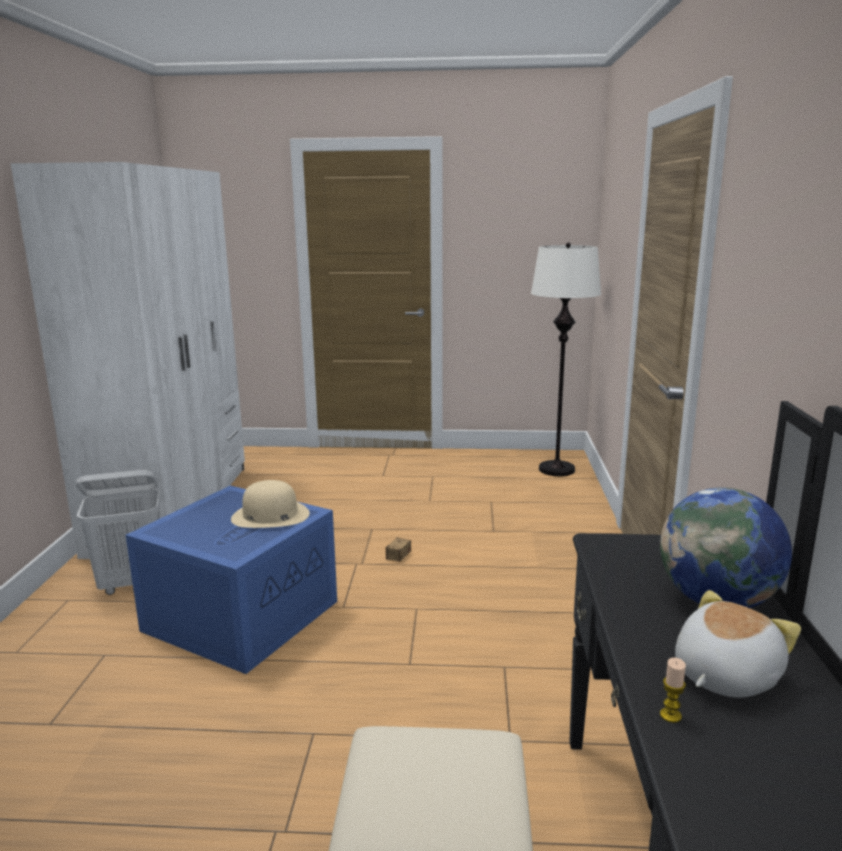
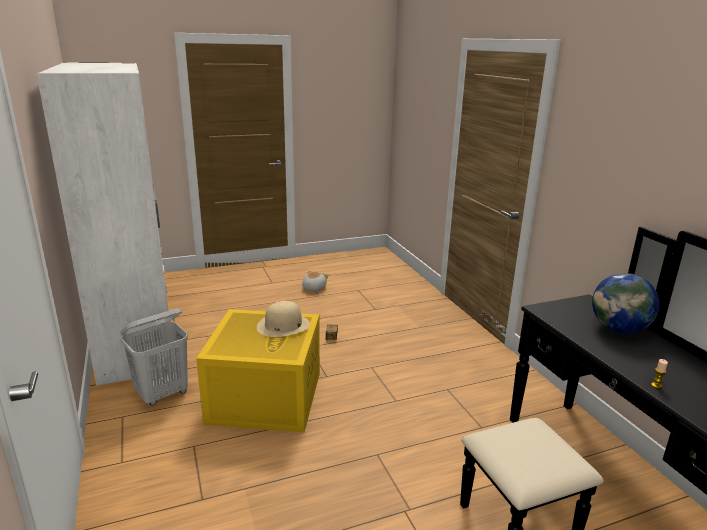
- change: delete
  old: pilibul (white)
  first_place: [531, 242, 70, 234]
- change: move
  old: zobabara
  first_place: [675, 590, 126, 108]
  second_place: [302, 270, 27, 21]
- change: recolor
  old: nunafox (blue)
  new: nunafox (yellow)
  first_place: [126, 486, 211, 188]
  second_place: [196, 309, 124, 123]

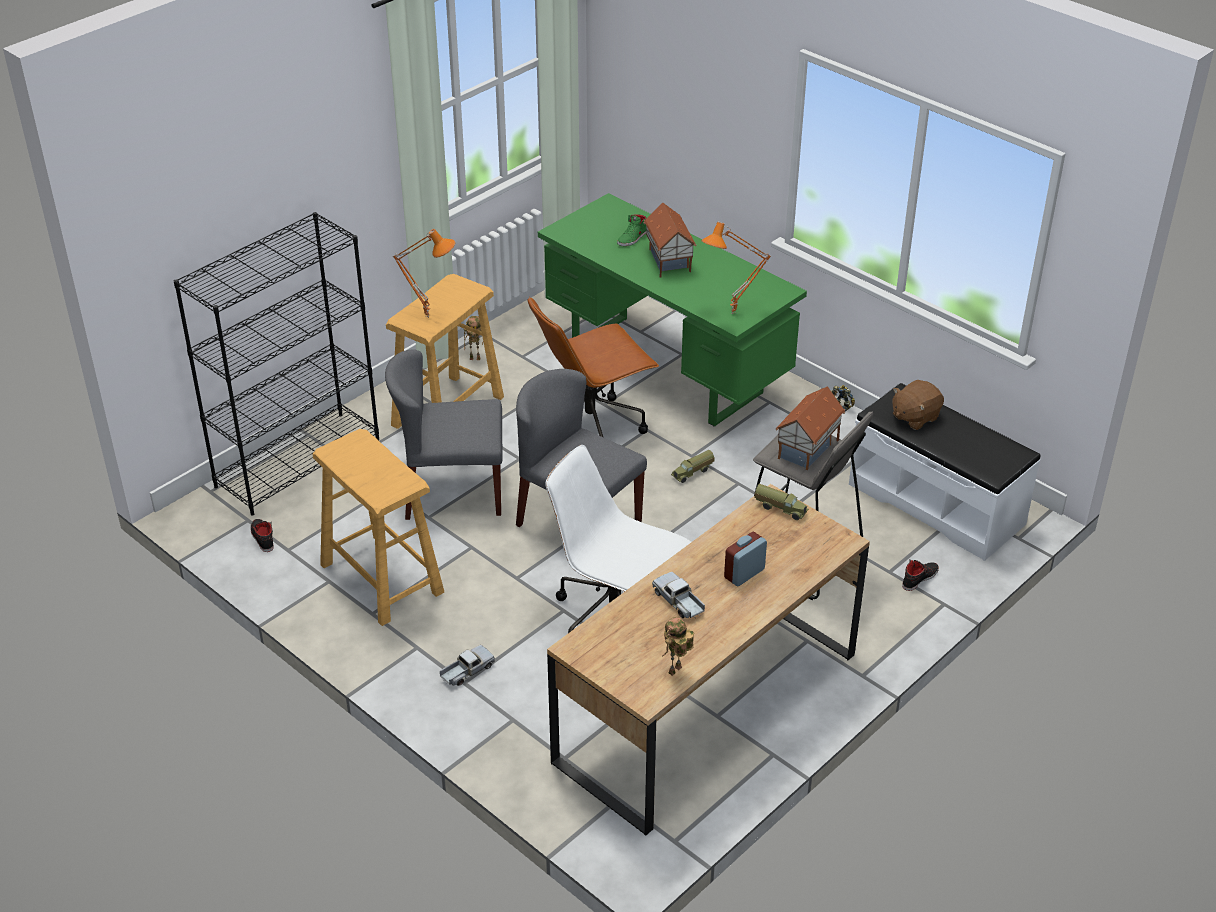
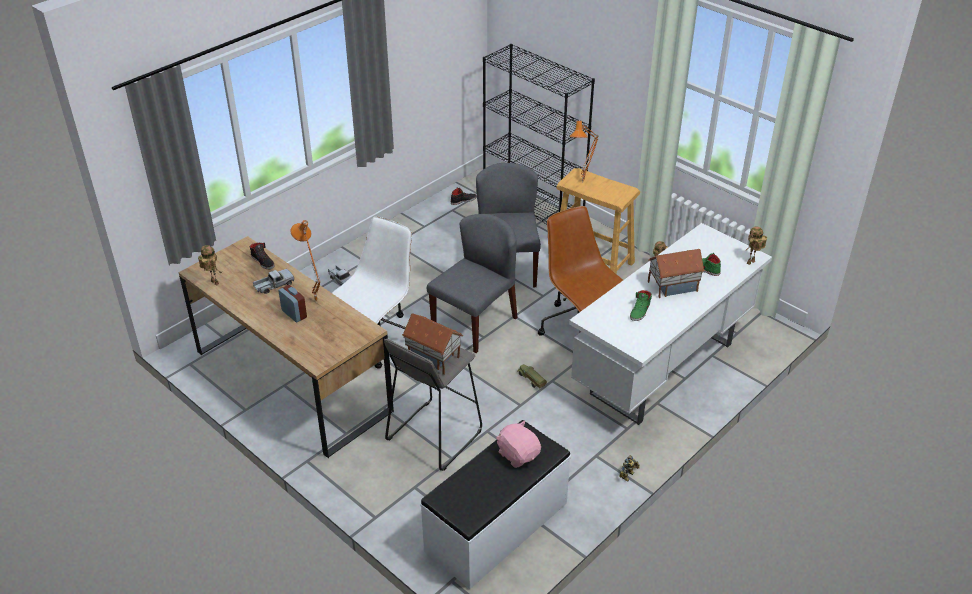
- change: delete
  old: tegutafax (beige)
  first_place: [312, 429, 132, 197]
- change: delete
  old: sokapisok
  first_place: [754, 484, 54, 36]
- change: insert
  new: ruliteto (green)
  second_place: [630, 290, 22, 31]
- change: insert
  new: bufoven
  second_place: [745, 226, 22, 39]
- change: move
  old: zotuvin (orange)
  first_place: [702, 222, 69, 92]
  second_place: [290, 220, 30, 83]
- change: move
  old: ruliteto (black)
  first_place: [902, 560, 37, 31]
  second_place: [250, 243, 24, 26]
- change: recolor
  old: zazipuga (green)
  new: zazipuga (white)
  first_place: [538, 193, 269, 234]
  second_place: [569, 223, 203, 202]
- change: recolor
  old: zobabara (brown)
  new: zobabara (pink)
  first_place: [892, 380, 52, 50]
  second_place: [496, 420, 45, 48]

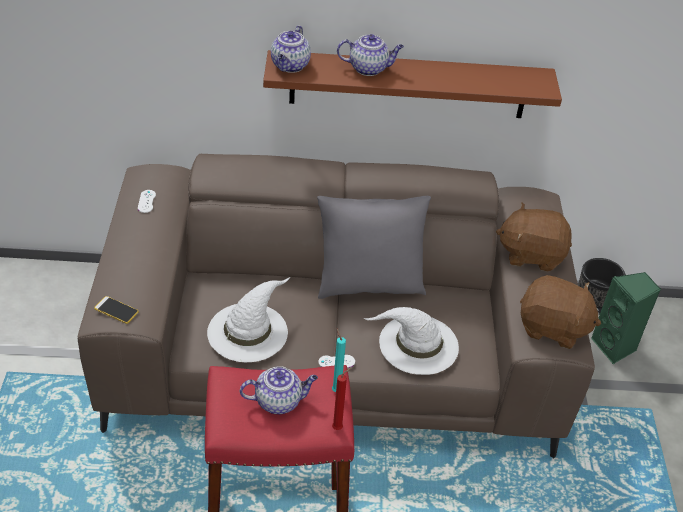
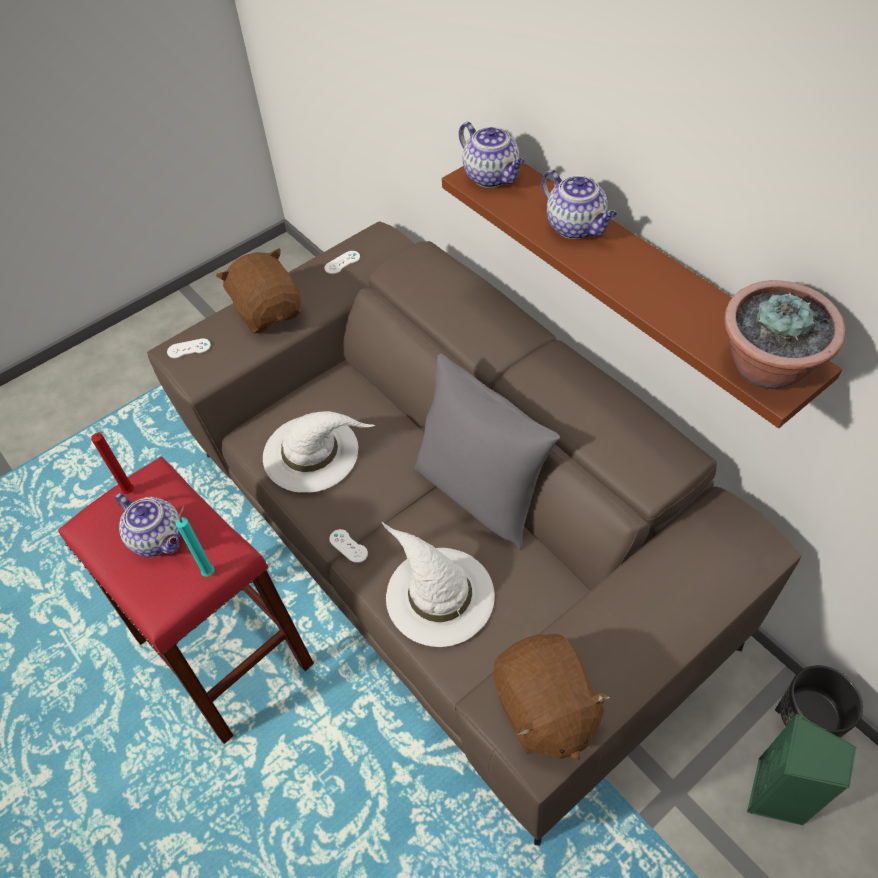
- change: insert
  new: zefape
  second_place: [724, 280, 122, 109]
- change: move
  old: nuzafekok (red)
  first_place: [332, 368, 19, 62]
  second_place: [91, 432, 43, 62]
- change: move
  old: zobabara (brown)
  first_place: [496, 202, 76, 70]
  second_place: [216, 248, 85, 86]
- change: replace
  old: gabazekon
  new: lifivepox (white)
  first_place: [94, 296, 45, 28]
  second_place: [167, 338, 44, 20]
- change: rotate
  old: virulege
  first_place: [271, 25, 40, 48]
  second_place: [459, 122, 66, 66]
  degrees: -105

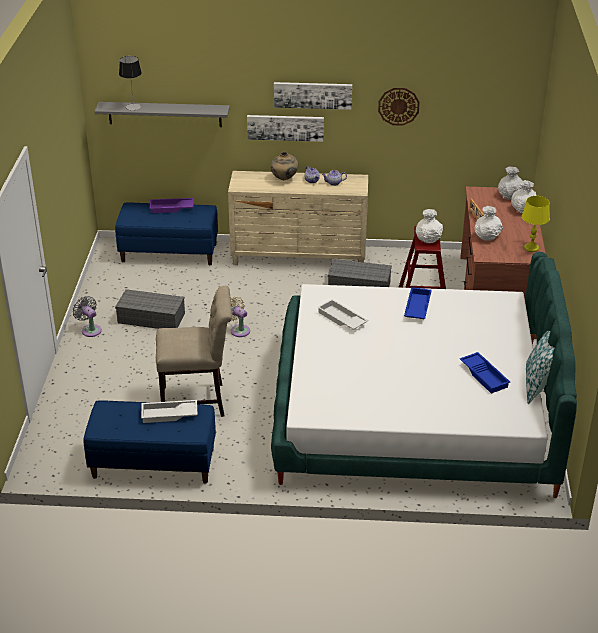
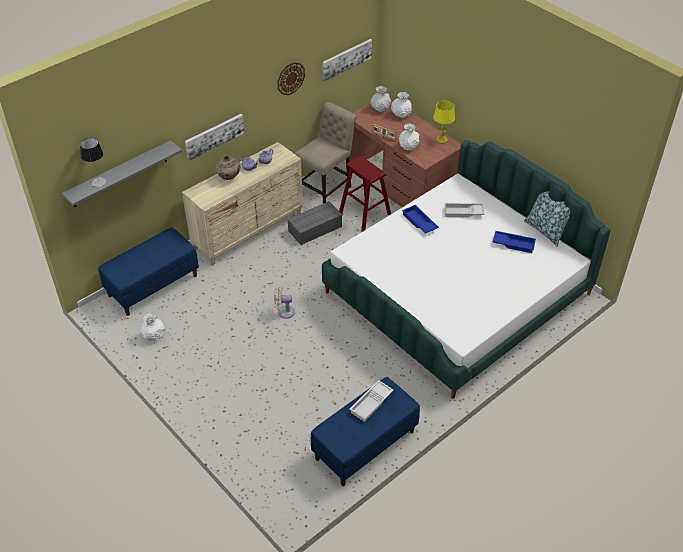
- change: delete
  old: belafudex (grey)
  first_place: [73, 296, 29, 41]
- change: delete
  old: nunafox (grey)
  first_place: [115, 289, 70, 40]
- change: delete
  old: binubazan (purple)
  first_place: [150, 198, 43, 15]
- change: move
  old: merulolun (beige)
  first_place: [156, 286, 76, 131]
  second_place: [294, 102, 63, 101]
- change: move
  old: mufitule
  first_place: [274, 82, 78, 28]
  second_place: [322, 39, 50, 43]
- change: move
  old: binubazan (white)
  first_place: [317, 299, 51, 31]
  second_place: [444, 203, 41, 15]
- change: move
  old: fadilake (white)
  first_place: [416, 209, 27, 34]
  second_place: [141, 313, 24, 28]

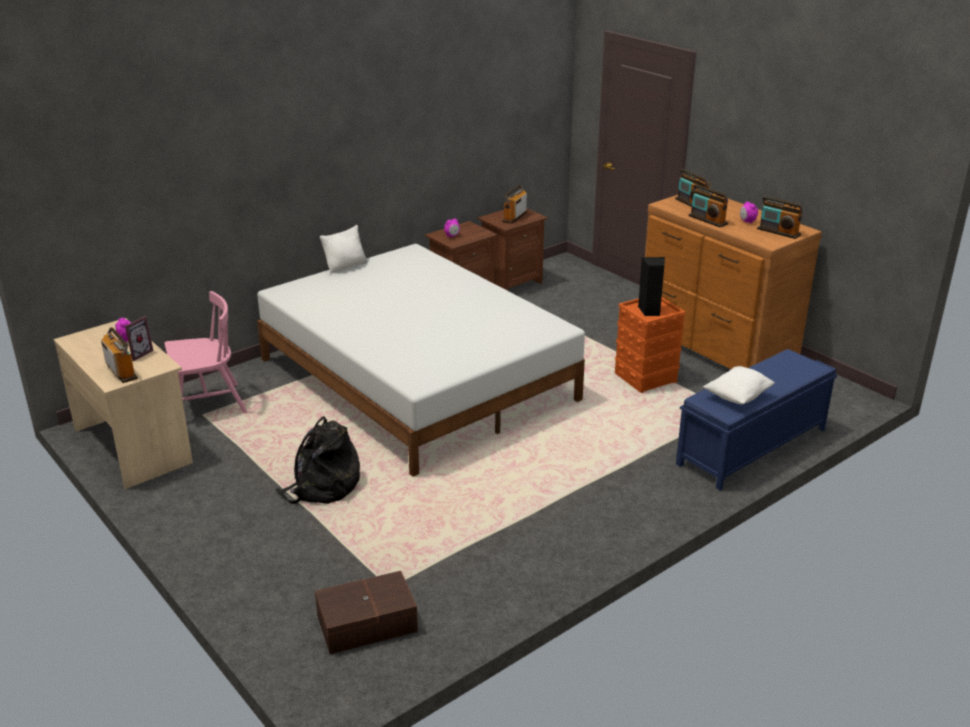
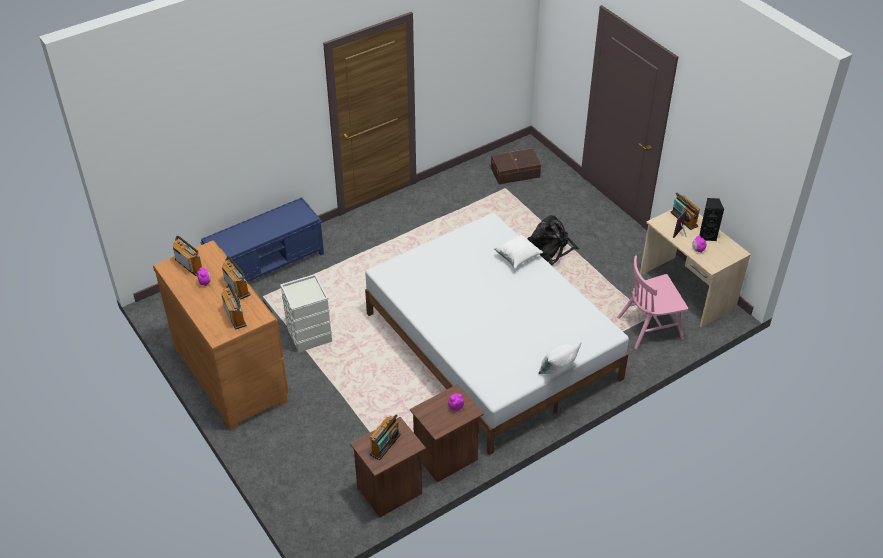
- change: move
  old: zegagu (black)
  first_place: [638, 257, 27, 59]
  second_place: [700, 198, 24, 43]
- change: move
  old: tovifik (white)
  first_place: [703, 366, 72, 38]
  second_place: [494, 235, 49, 33]
- change: recolor
  old: nunafox (orange)
  new: nunafox (grey)
  first_place: [615, 297, 71, 96]
  second_place: [280, 274, 52, 79]

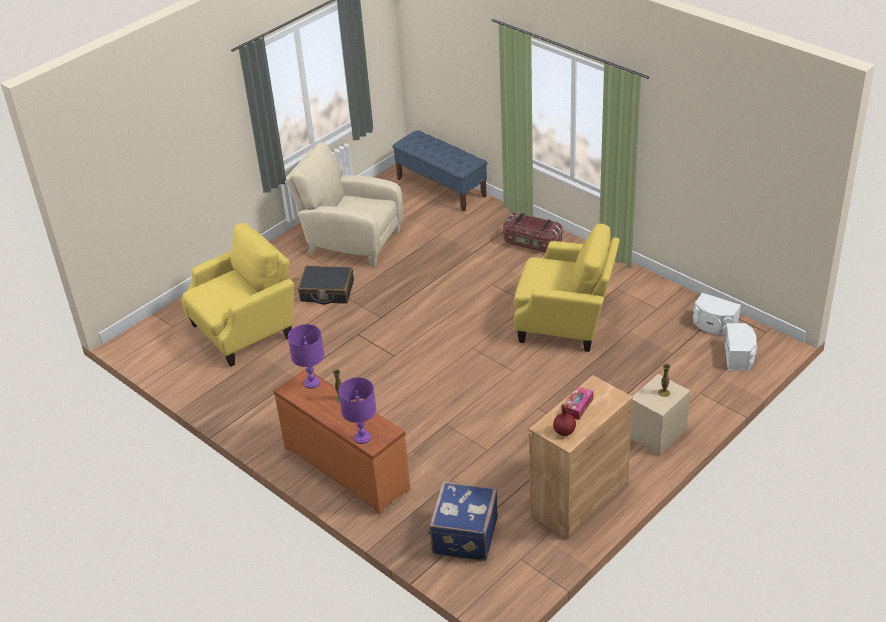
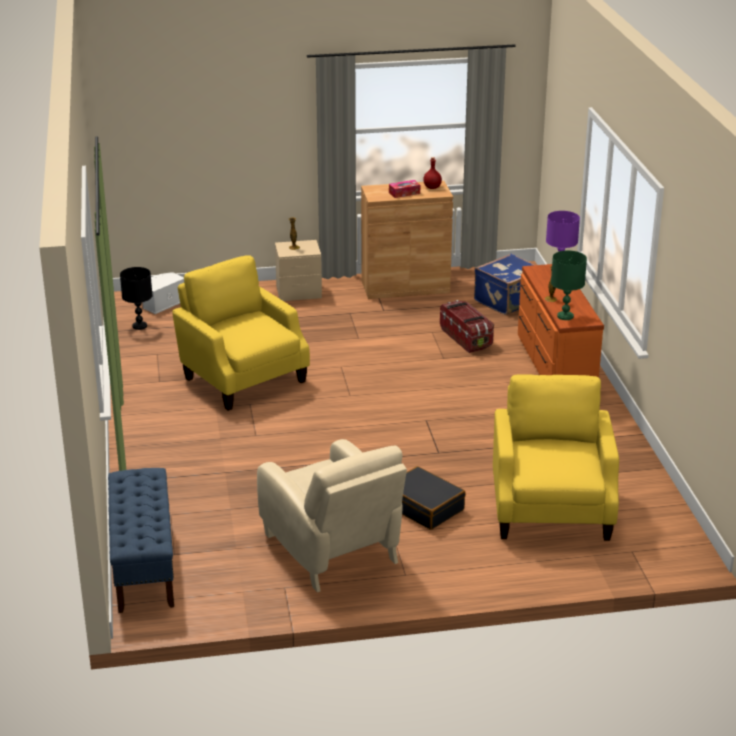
- change: move
  old: nunafox
  first_place: [503, 212, 59, 41]
  second_place: [440, 300, 54, 53]
- change: replace
  old: zegagu (white)
  new: zotuvin (black)
  first_place: [693, 293, 48, 42]
  second_place: [120, 267, 33, 63]
- change: recolor
  old: zotuvin (purple)
  new: zotuvin (green)
  first_place: [288, 324, 36, 65]
  second_place: [551, 250, 36, 70]
- change: rotate
  old: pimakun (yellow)
  first_place: [182, 223, 112, 144]
  second_place: [493, 374, 126, 167]
  degrees: 90

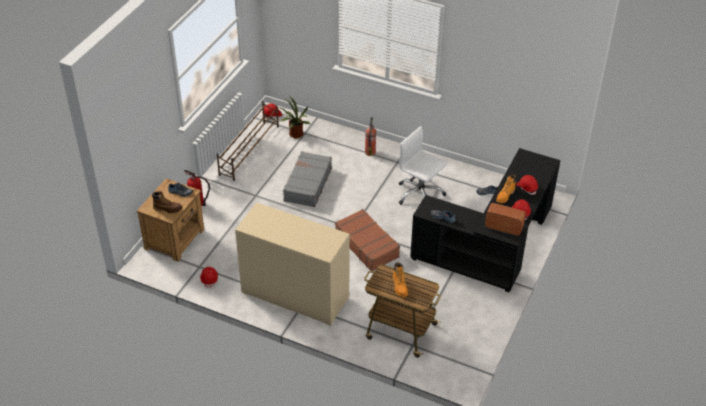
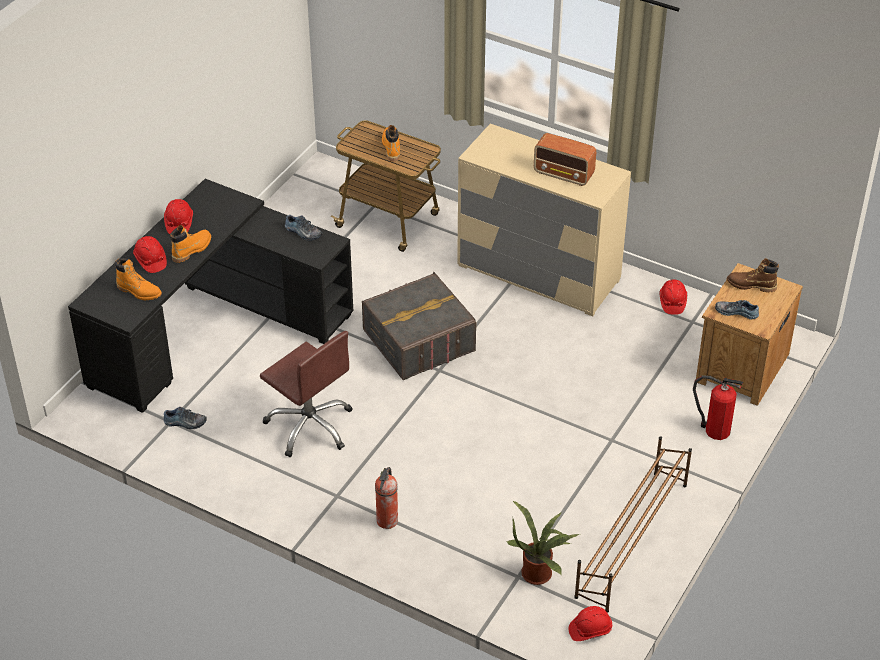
- change: delete
  old: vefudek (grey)
  first_place: [283, 151, 49, 56]
- change: insert
  new: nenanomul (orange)
  second_place: [115, 258, 47, 42]
- change: move
  old: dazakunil
  first_place: [485, 203, 41, 33]
  second_place: [534, 133, 62, 53]
- change: replace
  old: vefudek (brown)
  new: nunafox (grey)
  first_place: [335, 209, 65, 62]
  second_place: [362, 272, 114, 108]
- change: recolor
  old: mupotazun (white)
  new: mupotazun (brown)
  first_place: [399, 126, 48, 79]
  second_place: [260, 331, 93, 126]

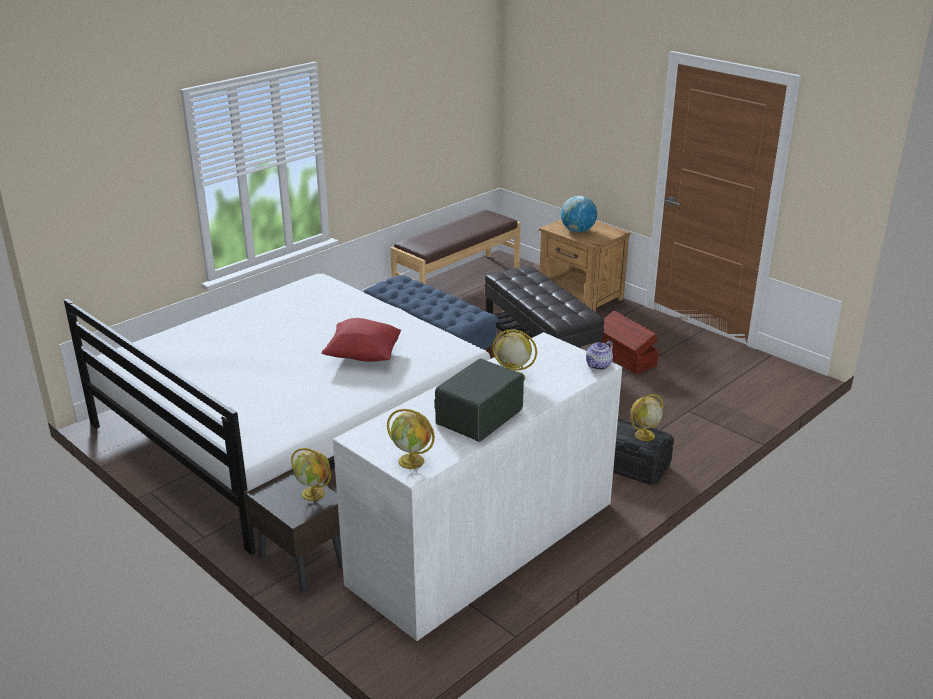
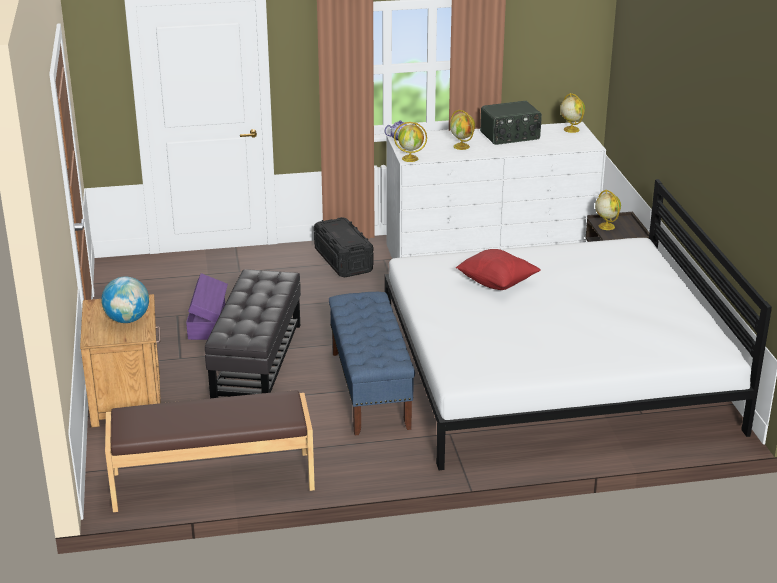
- change: move
  old: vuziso
  first_place: [631, 394, 32, 47]
  second_place: [394, 122, 33, 40]
- change: recolor
  old: nunafox (brown)
  new: nunafox (purple)
  first_place: [602, 310, 57, 64]
  second_place: [186, 273, 42, 67]

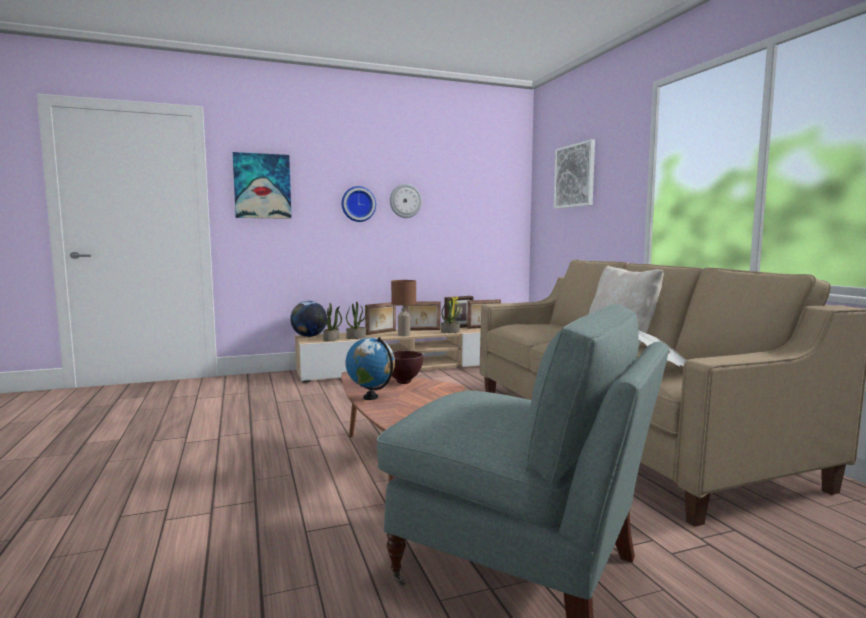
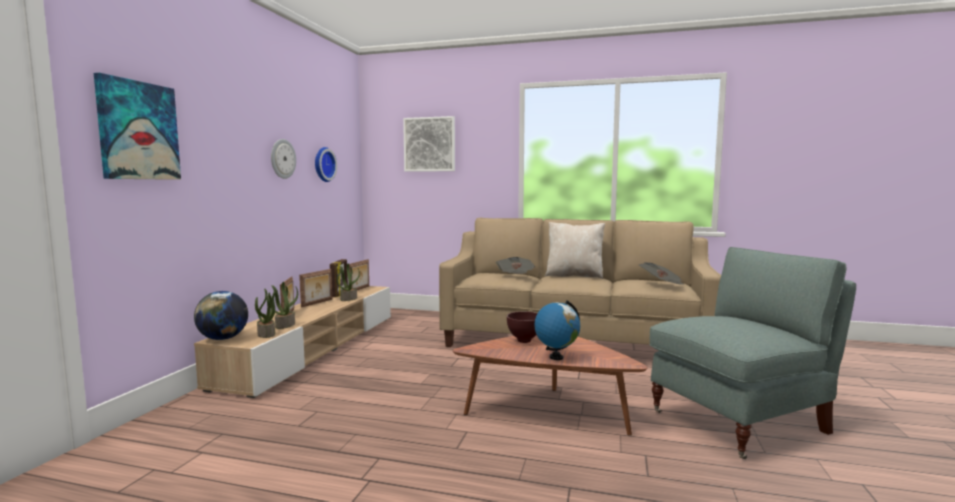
- change: delete
  old: zotuvin (brown)
  first_place: [391, 280, 25, 56]
- change: insert
  new: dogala
  second_place: [495, 257, 40, 17]
- change: move
  old: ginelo
  first_place: [342, 186, 34, 36]
  second_place: [315, 147, 22, 35]

